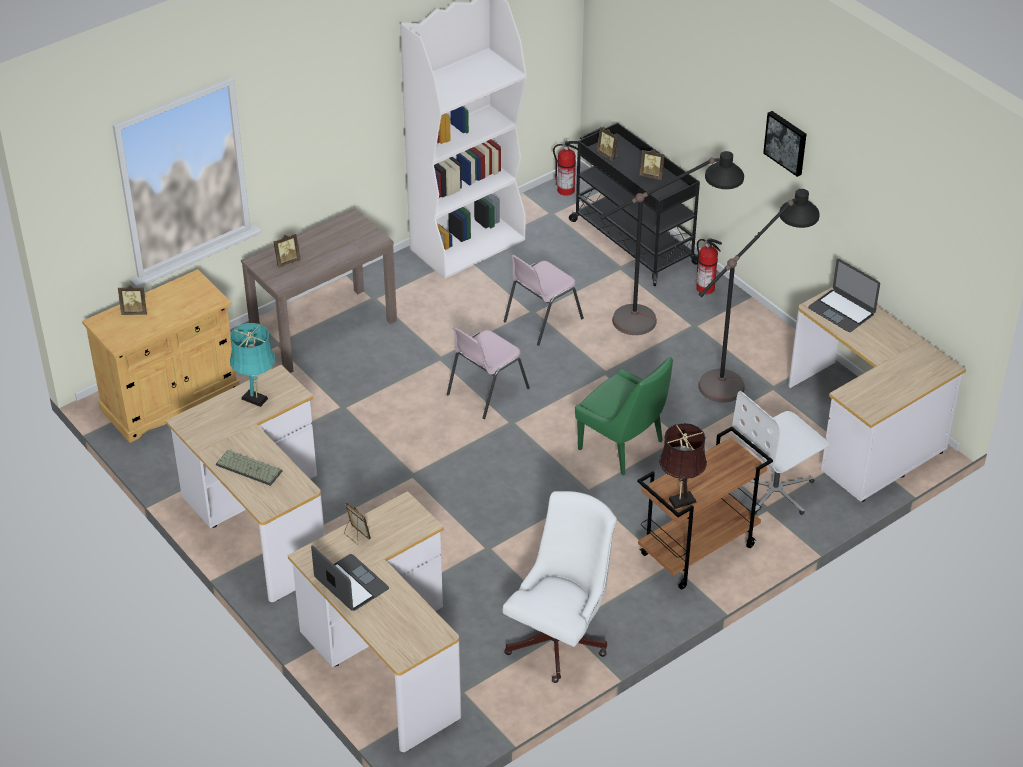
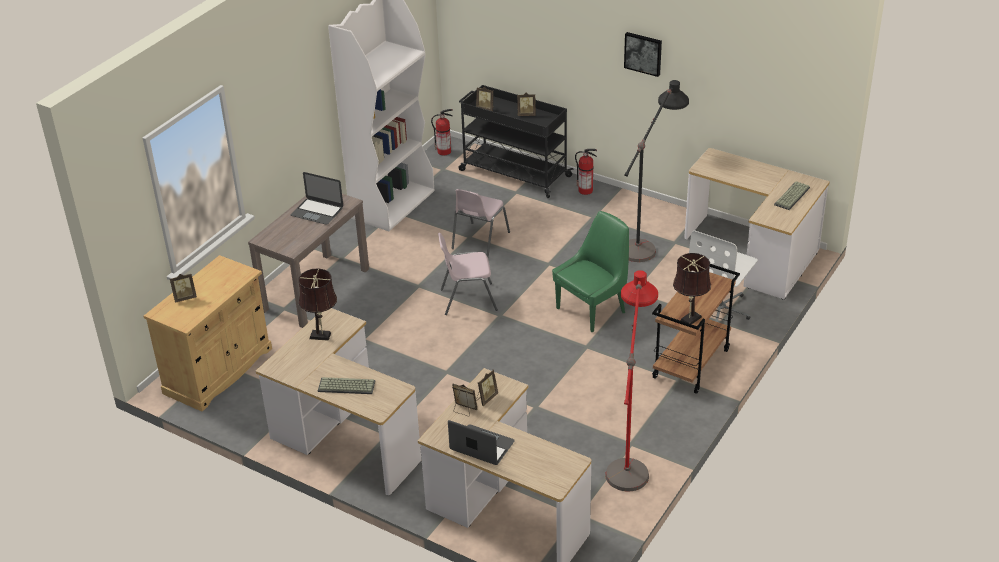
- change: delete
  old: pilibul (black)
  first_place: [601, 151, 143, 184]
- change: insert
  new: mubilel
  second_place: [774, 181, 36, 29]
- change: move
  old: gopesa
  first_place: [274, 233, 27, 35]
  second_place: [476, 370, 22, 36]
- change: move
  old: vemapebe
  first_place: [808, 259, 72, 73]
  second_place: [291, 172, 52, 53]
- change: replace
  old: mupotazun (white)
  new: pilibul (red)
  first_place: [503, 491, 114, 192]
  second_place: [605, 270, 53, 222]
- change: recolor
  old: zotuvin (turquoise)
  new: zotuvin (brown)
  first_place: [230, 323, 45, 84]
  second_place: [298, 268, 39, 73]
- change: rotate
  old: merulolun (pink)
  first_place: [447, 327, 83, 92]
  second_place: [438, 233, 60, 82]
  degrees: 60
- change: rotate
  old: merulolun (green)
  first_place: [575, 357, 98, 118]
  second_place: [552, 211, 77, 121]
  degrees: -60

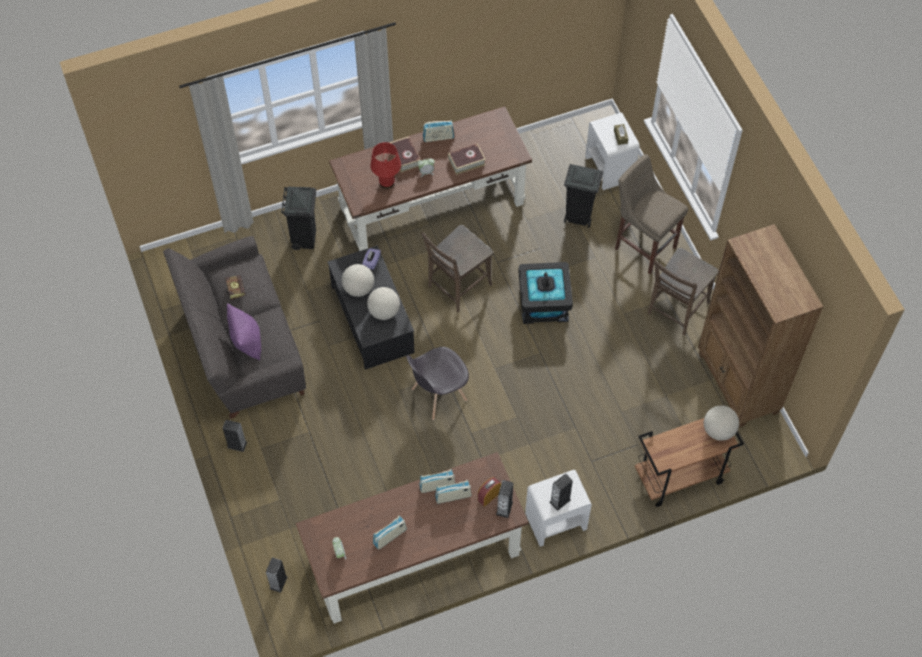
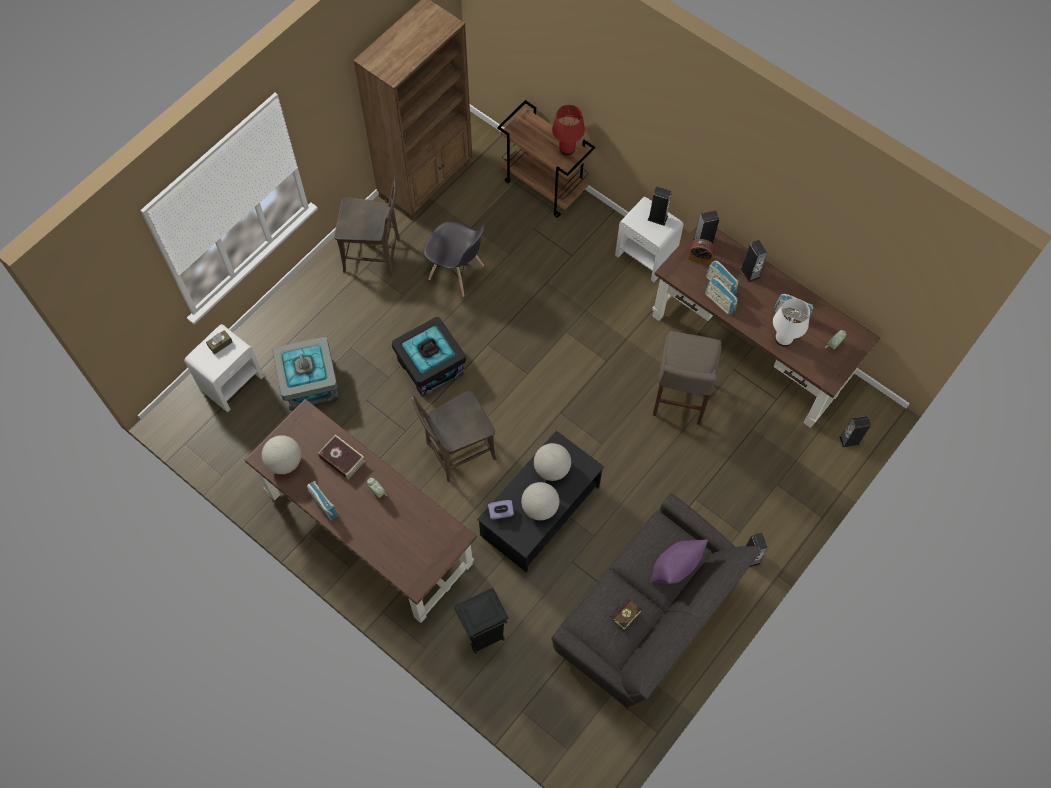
- change: delete
  old: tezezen
  first_place: [390, 137, 30, 35]
- change: insert
  new: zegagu
  second_place: [741, 240, 26, 43]
- change: insert
  new: zotuvin (white)
  second_place: [773, 298, 37, 49]
- change: move
  old: zotuvin (red)
  first_place: [370, 142, 31, 47]
  second_place: [552, 105, 33, 50]
- change: move
  old: merulolun (grey)
  first_place: [406, 347, 63, 73]
  second_place: [424, 222, 61, 75]
- change: move
  old: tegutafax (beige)
  first_place: [615, 154, 73, 120]
  second_place: [653, 331, 69, 94]
- change: move
  old: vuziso
  first_place: [704, 405, 35, 36]
  second_place: [262, 435, 39, 39]
- change: replace
  old: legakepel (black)
  new: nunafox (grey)
  first_place: [564, 164, 39, 64]
  second_place: [272, 336, 67, 75]
- change: rotate
  old: merulolun (brown)
  first_place: [421, 225, 72, 87]
  second_place: [412, 390, 85, 92]
  degrees: 135

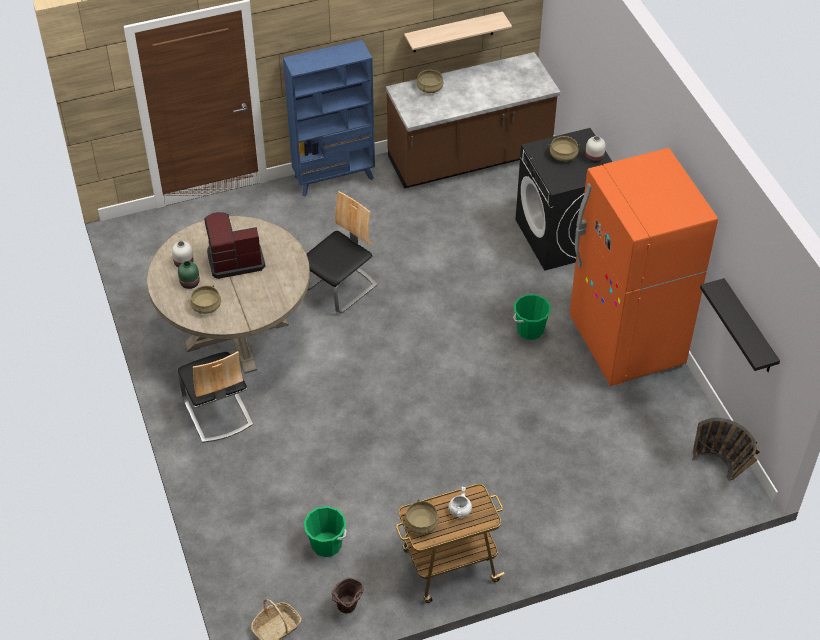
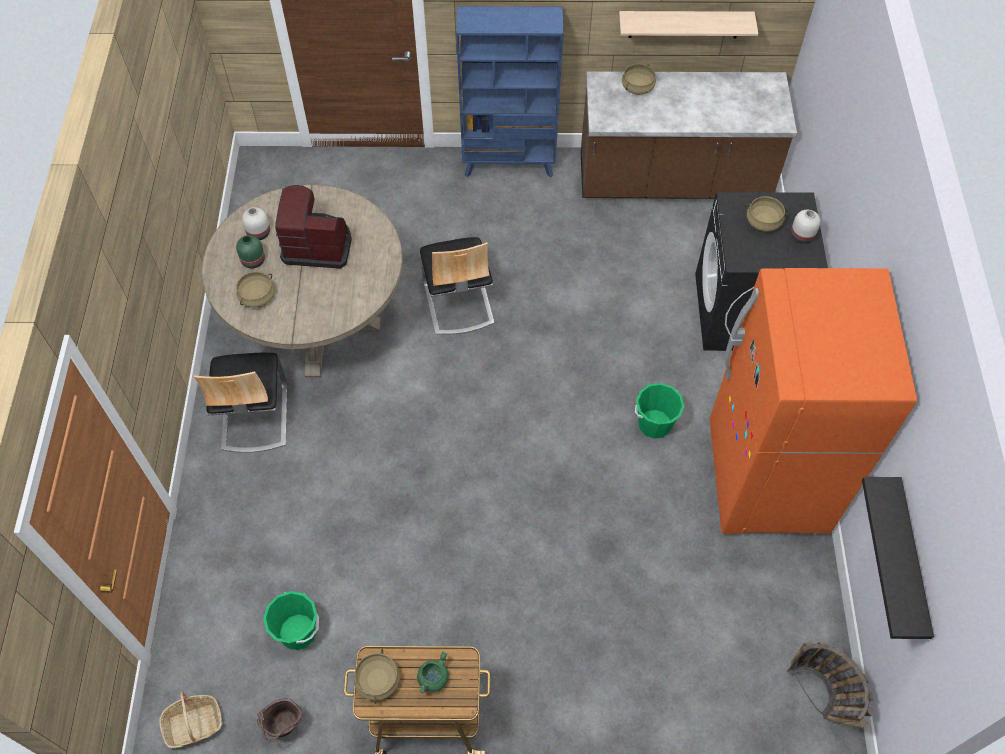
- change: recolor
  old: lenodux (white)
  new: lenodux (green)
  first_place: [448, 487, 24, 30]
  second_place: [417, 651, 32, 42]
- change: rotate
  old: merulolun
  first_place: [307, 191, 70, 123]
  second_place: [420, 237, 74, 98]
  degrees: 105

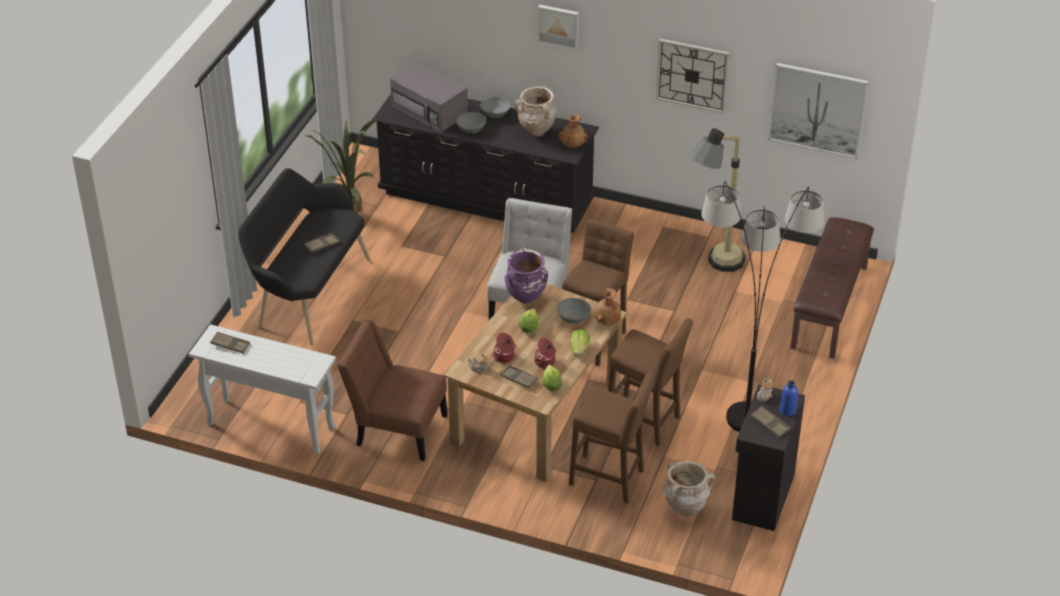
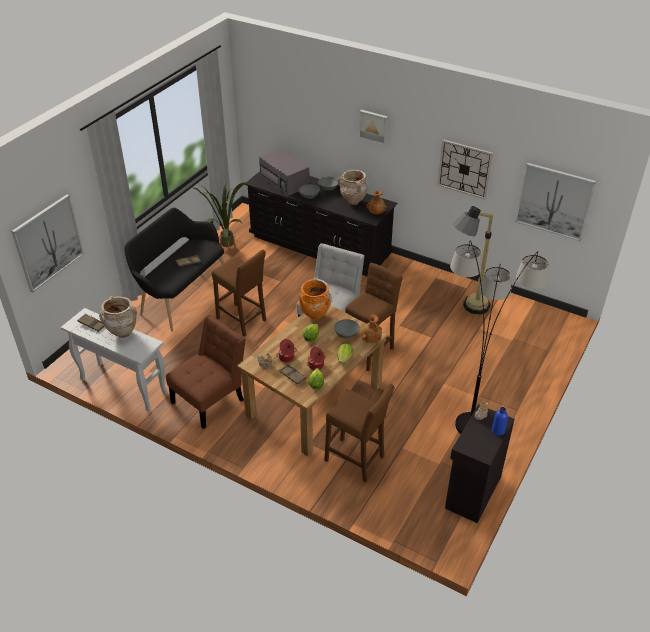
- change: delete
  old: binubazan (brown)
  first_place: [751, 406, 39, 31]
- change: delete
  old: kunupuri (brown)
  first_place: [790, 217, 84, 142]
- change: insert
  new: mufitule
  second_place: [11, 194, 73, 98]
- change: move
  old: tegutafax (brown)
  first_place: [608, 318, 85, 128]
  second_place: [212, 250, 54, 87]
- change: move
  old: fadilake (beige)
  first_place: [663, 461, 52, 55]
  second_place: [99, 296, 38, 42]
- change: recolor
  old: fadilake (purple)
  new: fadilake (orange)
  first_place: [504, 247, 44, 57]
  second_place: [299, 277, 33, 43]
- change: rotate
  old: merulolun (brown)
  first_place: [337, 319, 111, 142]
  second_place: [166, 315, 80, 114]
  degrees: 105

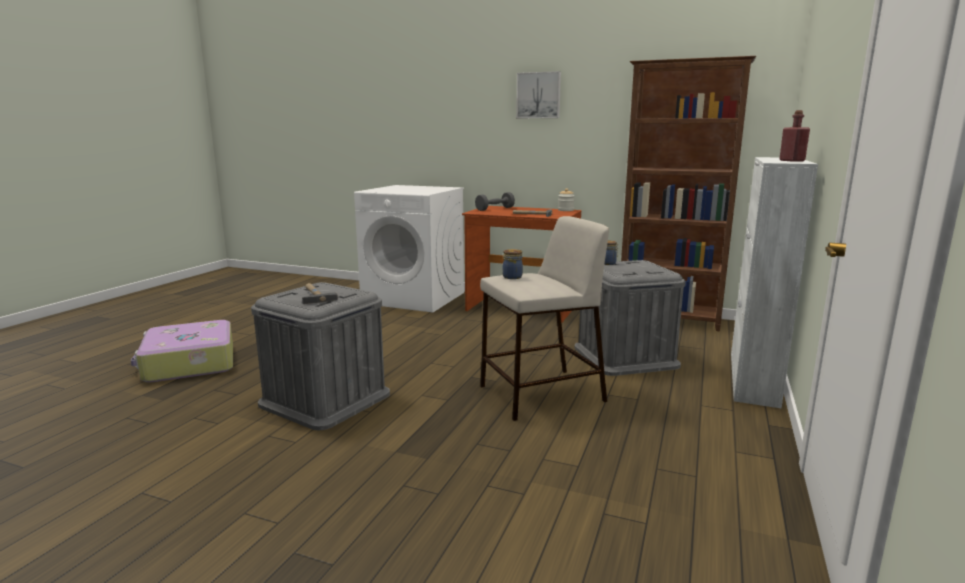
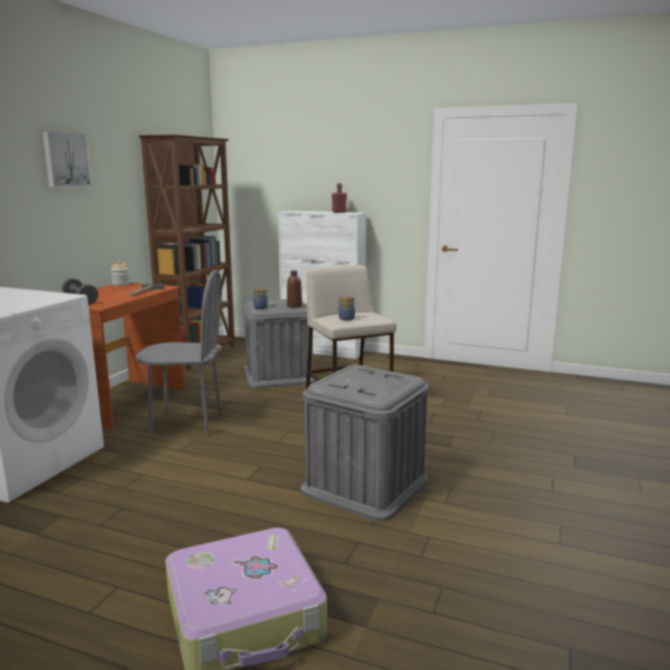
- change: delete
  old: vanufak
  first_place: [302, 283, 36, 21]
- change: insert
  new: merulolun (grey)
  second_place: [135, 270, 87, 166]
- change: insert
  new: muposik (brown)
  second_place: [287, 271, 15, 37]

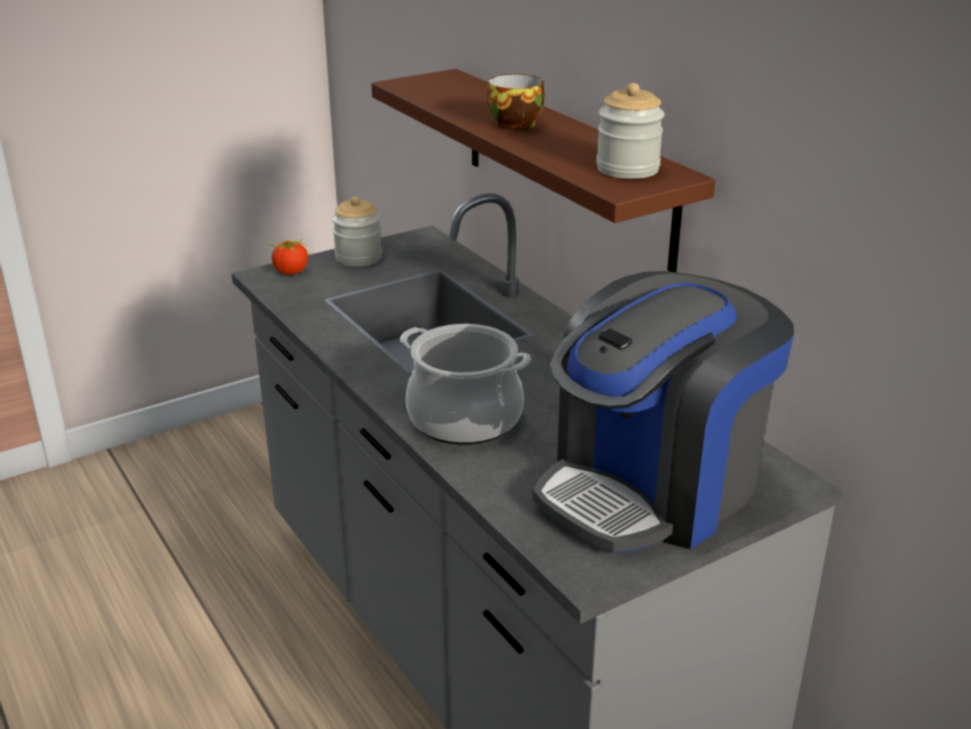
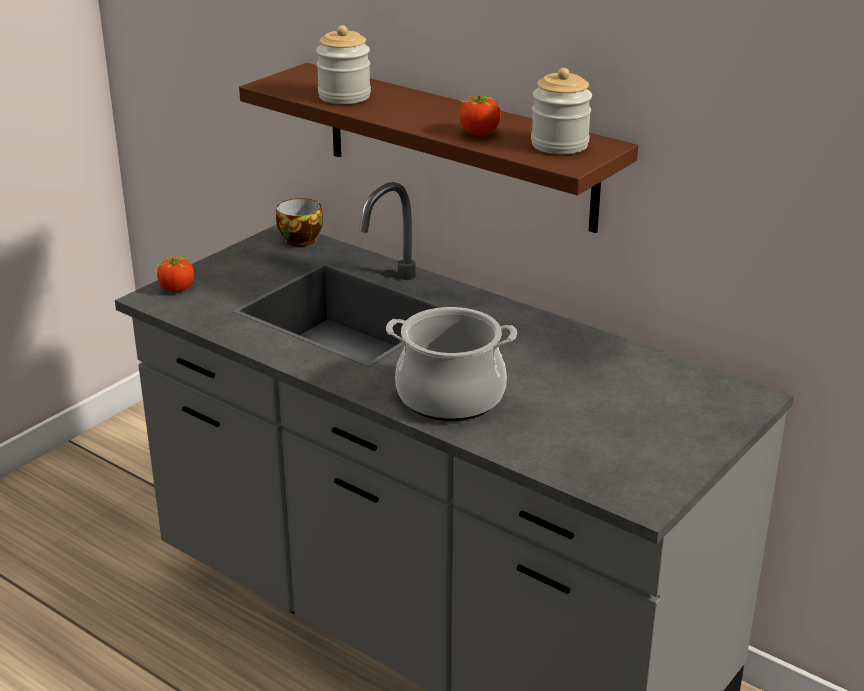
- change: delete
  old: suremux
  first_place: [533, 271, 261, 282]
- change: insert
  new: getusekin
  second_place: [458, 95, 43, 41]
- change: move
  old: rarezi
  first_place: [332, 196, 50, 70]
  second_place: [316, 25, 55, 79]
- change: move
  old: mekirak
  first_place: [487, 74, 58, 56]
  second_place: [276, 198, 47, 49]

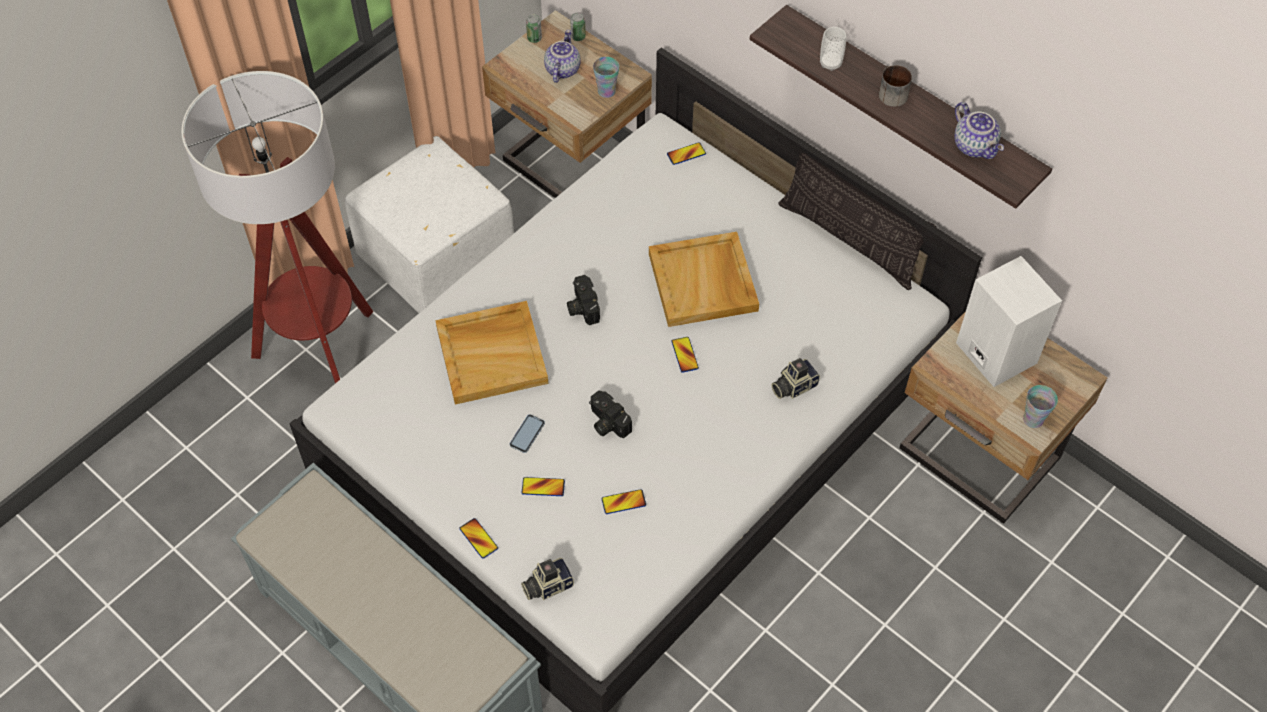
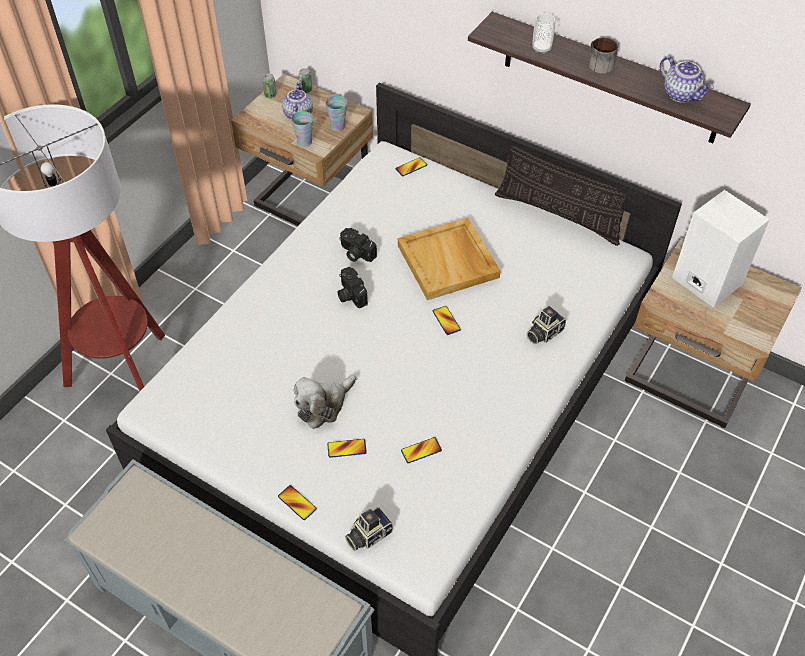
- change: delete
  old: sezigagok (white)
  first_place: [345, 136, 169, 177]
- change: delete
  old: binubazan (beige)
  first_place: [435, 301, 113, 103]
- change: move
  old: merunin
  first_place: [589, 390, 43, 48]
  second_place: [339, 228, 38, 34]
- change: move
  old: mekirak
  first_place: [1023, 385, 35, 43]
  second_place: [291, 111, 22, 36]
- change: replace
  old: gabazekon
  new: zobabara
  first_place: [509, 414, 36, 39]
  second_place: [294, 376, 62, 53]

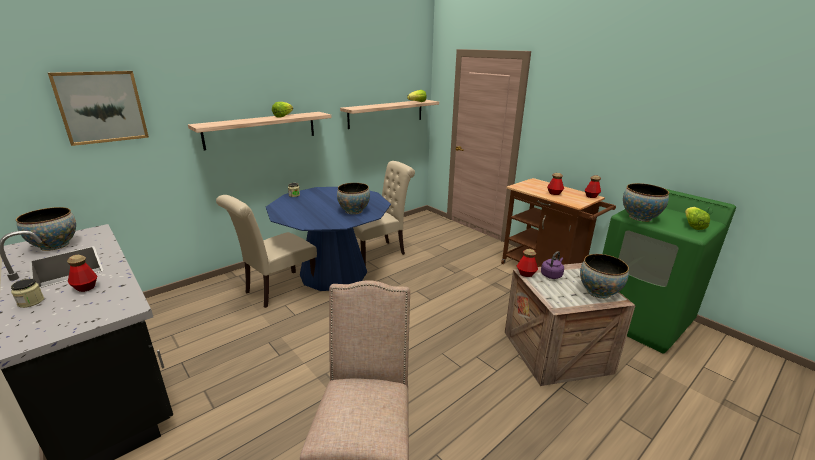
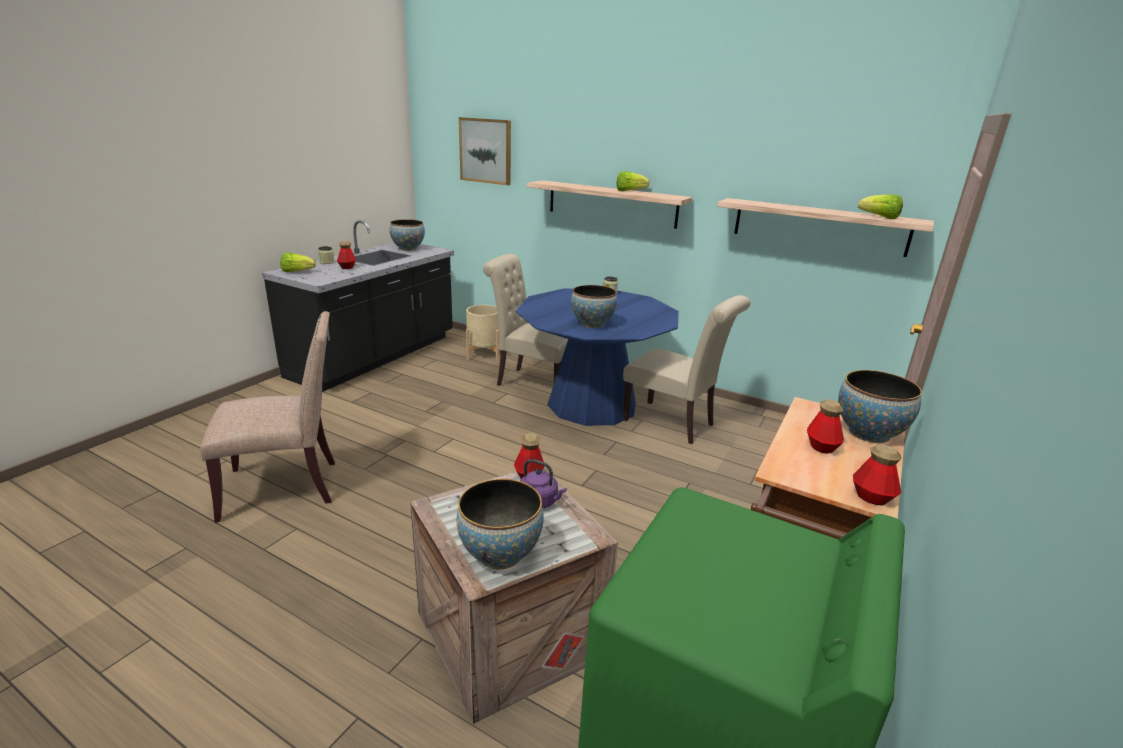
- change: insert
  new: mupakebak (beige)
  second_place: [466, 305, 34, 56]
- change: move
  old: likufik
  first_place: [623, 183, 46, 39]
  second_place: [838, 370, 84, 73]
- change: move
  old: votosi
  first_place: [685, 207, 25, 23]
  second_place: [280, 253, 36, 19]

